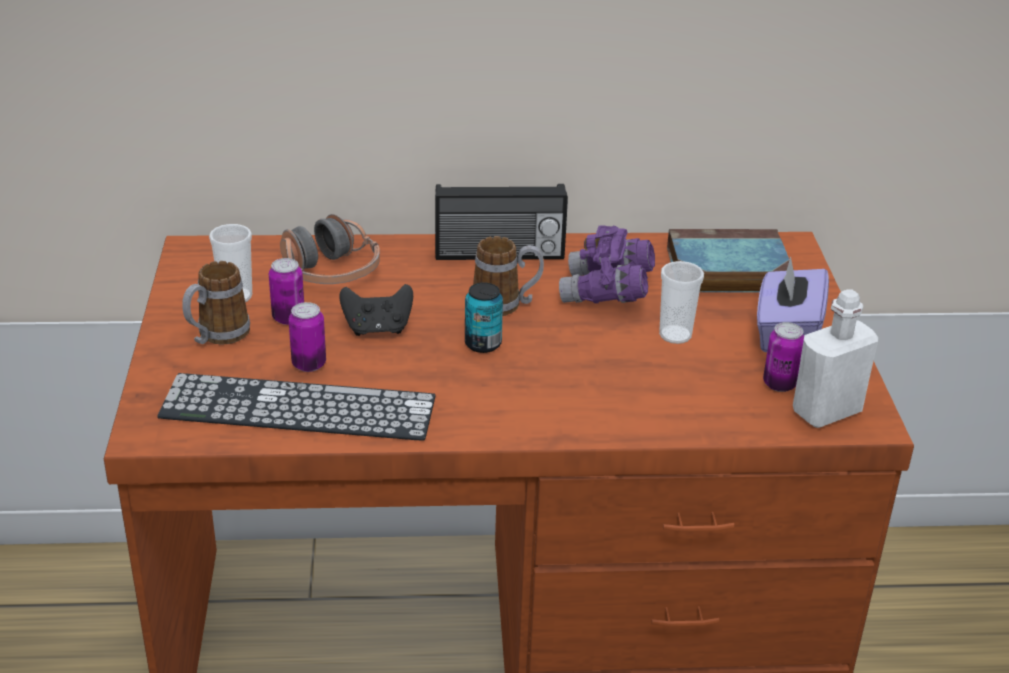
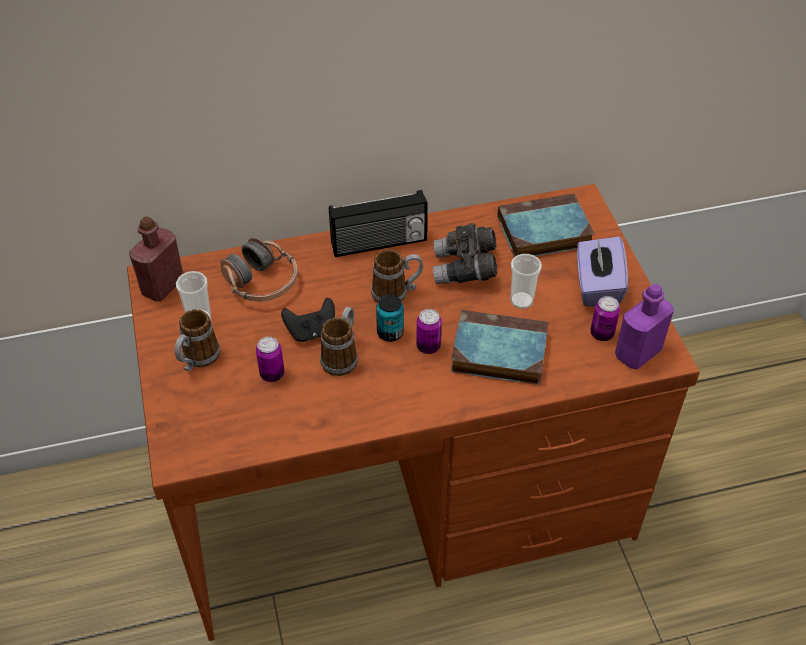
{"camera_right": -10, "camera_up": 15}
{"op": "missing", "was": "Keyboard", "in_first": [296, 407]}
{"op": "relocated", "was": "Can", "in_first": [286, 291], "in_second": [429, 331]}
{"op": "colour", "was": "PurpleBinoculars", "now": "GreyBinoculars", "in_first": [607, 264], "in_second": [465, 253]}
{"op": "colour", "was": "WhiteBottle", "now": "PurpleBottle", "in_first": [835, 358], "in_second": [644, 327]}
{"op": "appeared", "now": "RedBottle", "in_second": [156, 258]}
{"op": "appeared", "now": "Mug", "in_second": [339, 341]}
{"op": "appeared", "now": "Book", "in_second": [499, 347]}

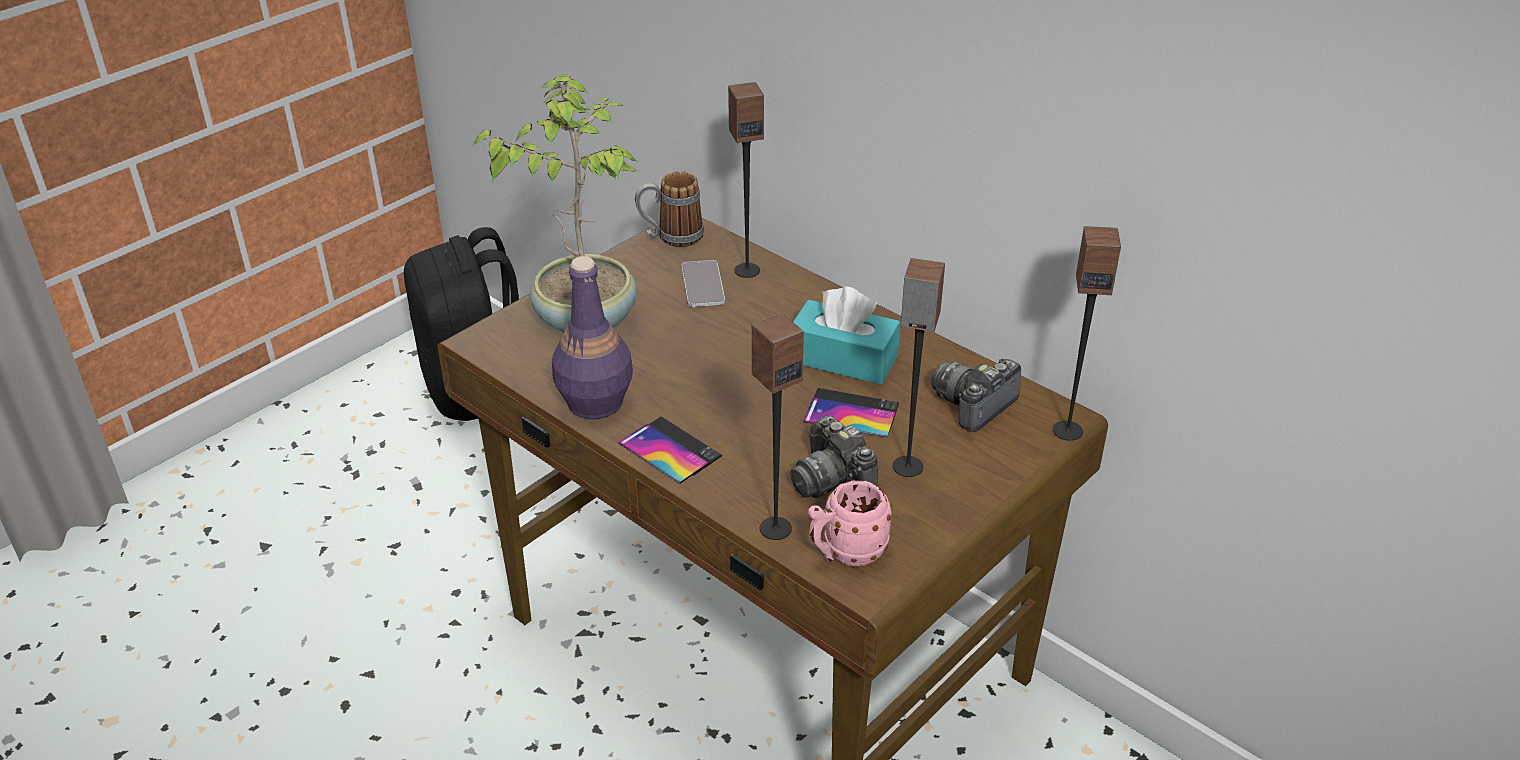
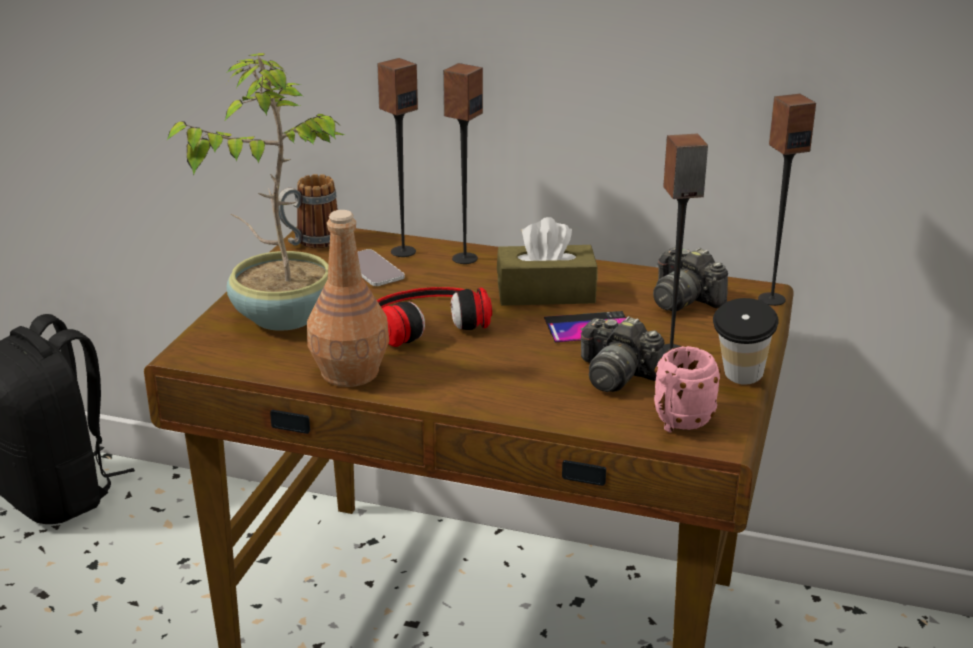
{"camera_right": -25, "camera_up": -10}
{"op": "colour", "was": "PurpleBottle", "now": "BrownBottle", "in_first": [592, 337], "in_second": [348, 298]}
{"op": "missing", "was": "Phone", "in_first": [670, 450]}
{"op": "relocated", "was": "Speaker", "in_first": [777, 426], "in_second": [463, 163]}
{"op": "colour", "was": "TurquoiseTissueBox", "now": "BrownTissueBox", "in_first": [846, 335], "in_second": [547, 261]}
{"op": "spun", "was": "PhotoCamera", "in_first": [976, 395], "in_second": [690, 279], "clockwise": -60}
{"op": "appeared", "now": "Headphones", "in_second": [434, 317]}
{"op": "appeared", "now": "Cup", "in_second": [746, 341]}

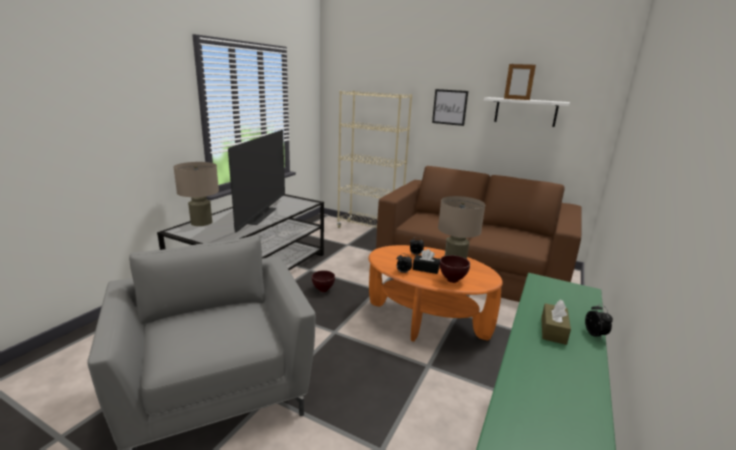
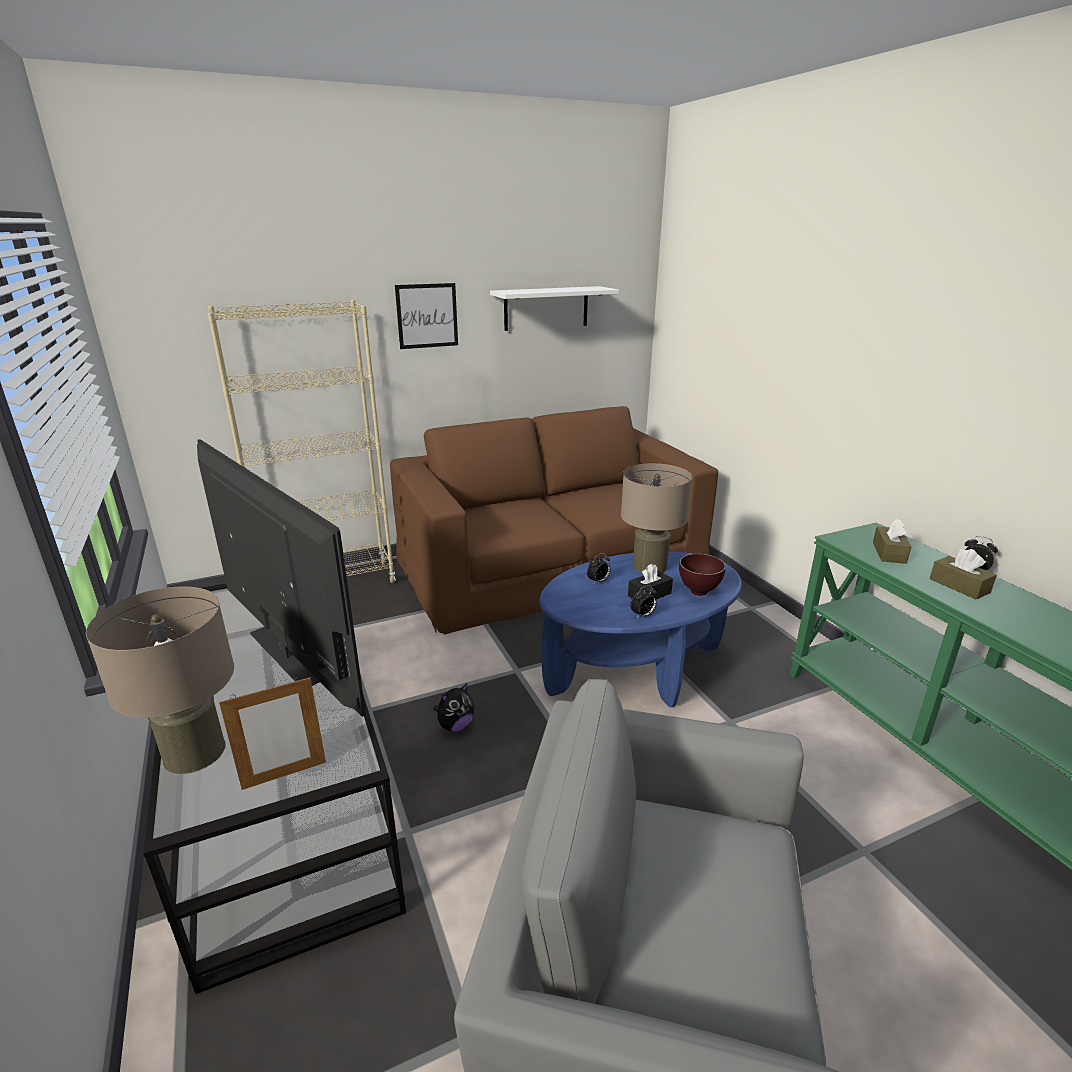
{"camera_right": -50, "camera_up": 5}
{"op": "exchanged", "was": "BrownBowl", "now": "PlushToy", "in_first": [323, 281], "in_second": [454, 707]}
{"op": "colour", "was": "OrangeCoffeeTable", "now": "BlueCoffeeTable", "in_first": [435, 293], "in_second": [640, 629]}
{"op": "relocated", "was": "PictureFrame", "in_first": [520, 81], "in_second": [272, 733]}
{"op": "appeared", "now": "BrownTissueBox", "in_second": [892, 541]}

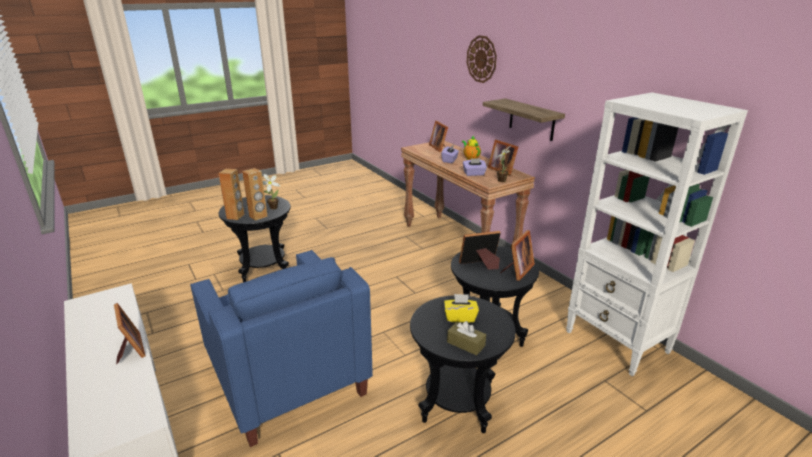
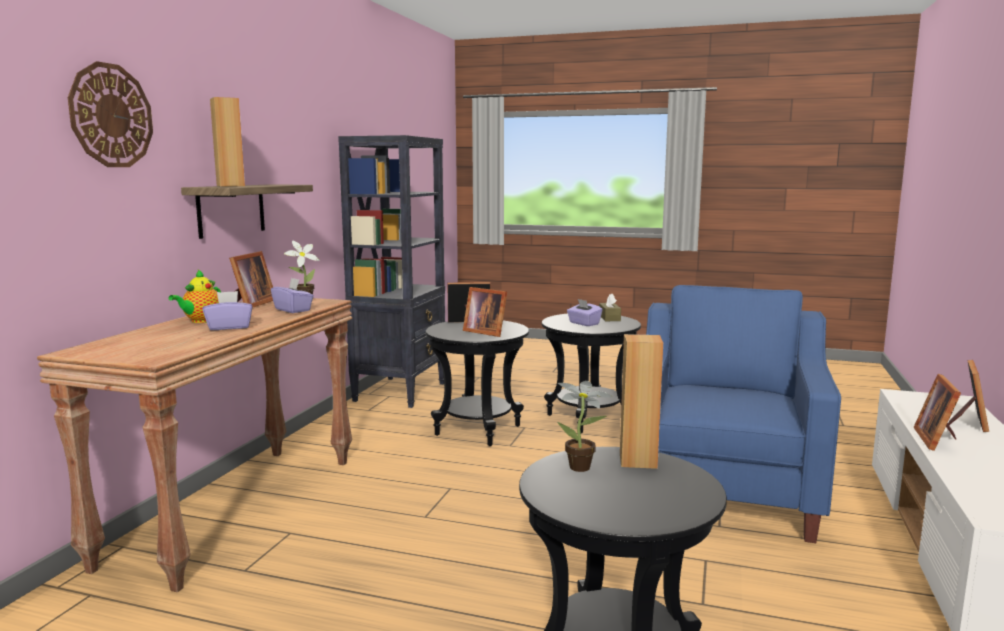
{"camera_right": -130, "camera_up": -15}
{"op": "relocated", "was": "BrownSpeaker", "in_first": [231, 194], "in_second": [227, 142]}
{"op": "relocated", "was": "PictureFrame", "in_first": [438, 136], "in_second": [968, 396]}
{"op": "colour", "was": "YellowTissueBox", "now": "PurpleTissueBox", "in_first": [461, 308], "in_second": [584, 312]}
{"op": "colour", "was": "WhiteBookcase", "now": "BlackBookcase", "in_first": [657, 234], "in_second": [392, 271]}

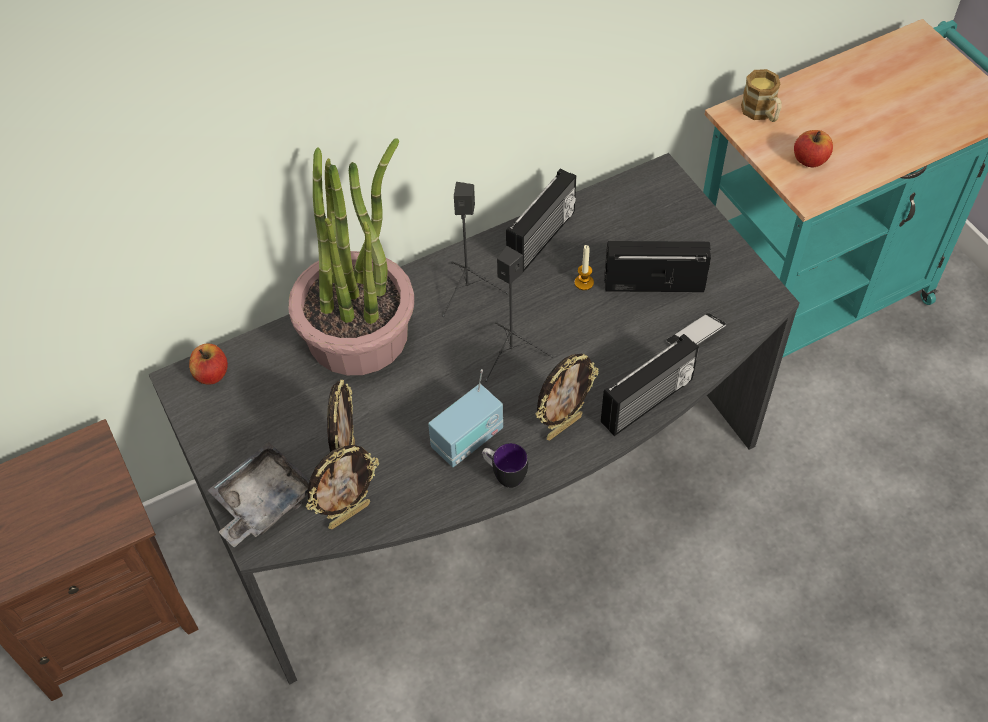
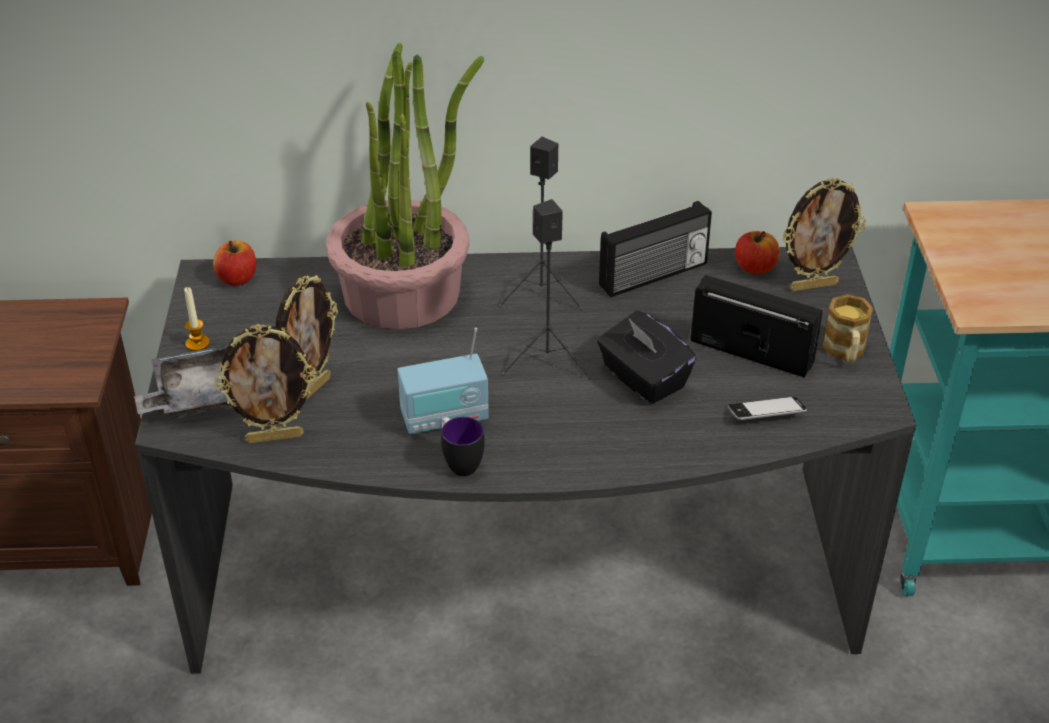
{"camera_right": 25, "camera_up": -15}
{"op": "relocated", "was": "PictureFrame", "in_first": [566, 397], "in_second": [824, 234]}
{"op": "relocated", "was": "Candle", "in_first": [584, 267], "in_second": [197, 319]}
{"op": "missing", "was": "Radio", "in_first": [650, 385]}
{"op": "relocated", "was": "Mug", "in_first": [761, 95], "in_second": [848, 328]}
{"op": "relocated", "was": "Apple", "in_first": [813, 148], "in_second": [757, 252]}
{"op": "appeared", "now": "BlackTissueBox", "in_second": [646, 357]}

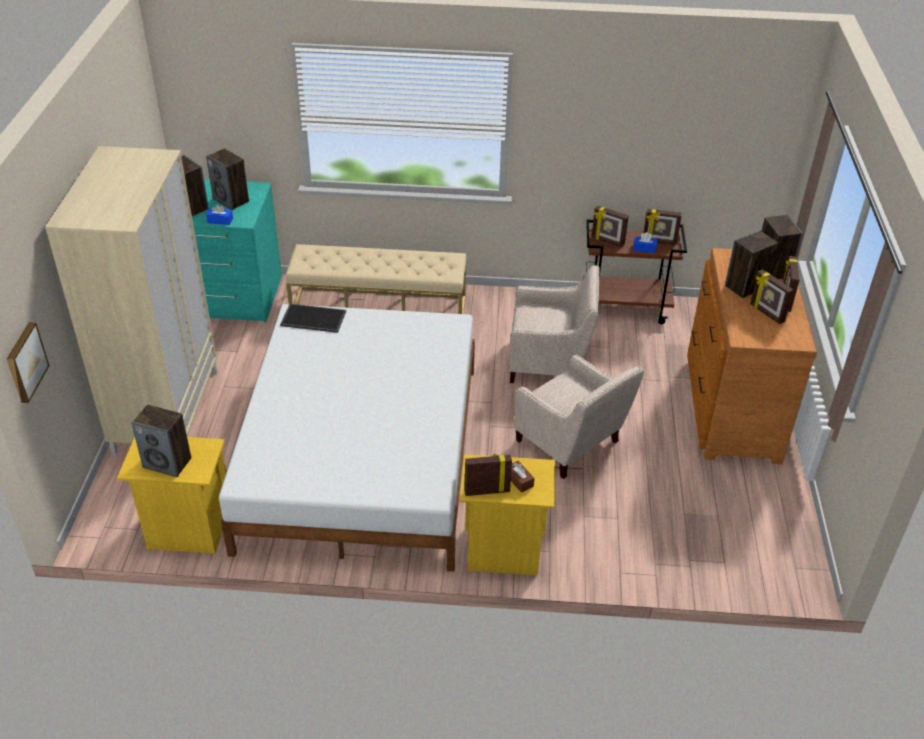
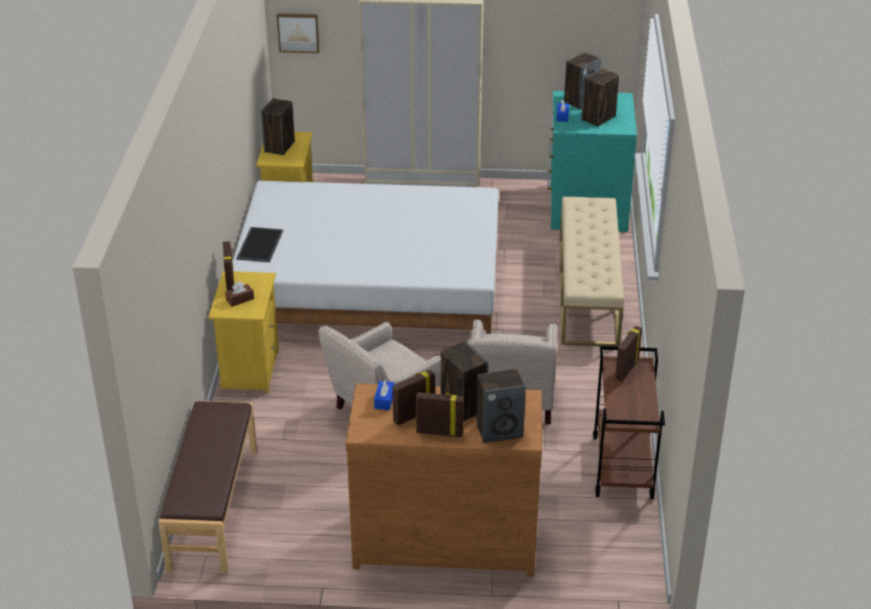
{"camera_right": 90, "camera_up": -5}
{"op": "relocated", "was": "Tray", "in_first": [313, 318], "in_second": [260, 244]}
{"op": "relocated", "was": "BlueTissueBox", "in_first": [645, 242], "in_second": [384, 394]}
{"op": "missing", "was": "PictureFrame", "in_first": [662, 227]}
{"op": "appeared", "now": "BrownBench", "in_second": [208, 487]}

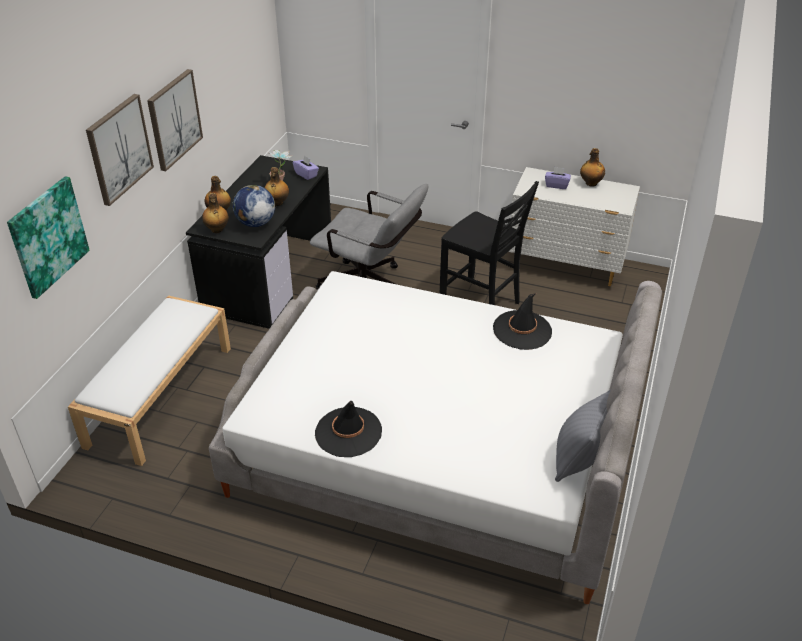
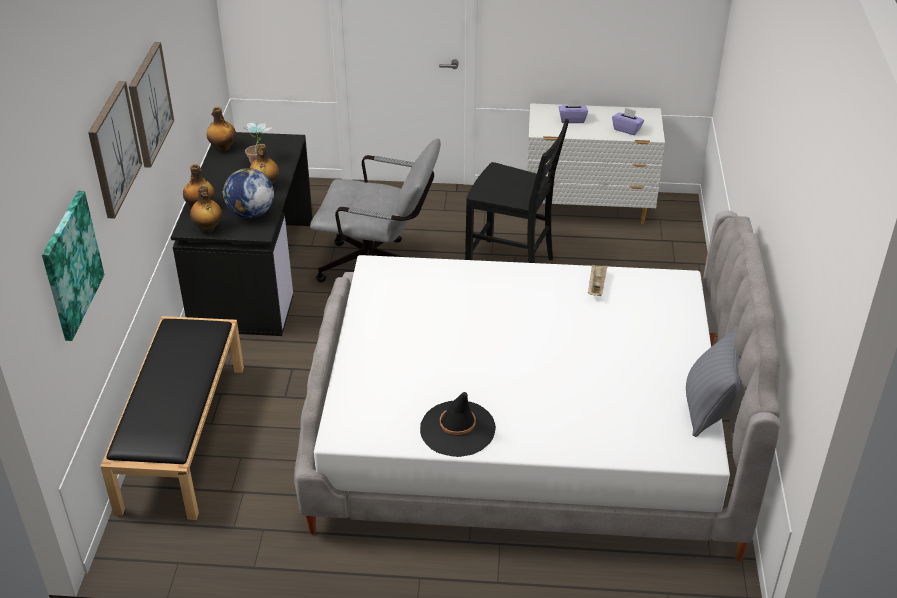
{"camera_right": -15, "camera_up": 0}
{"op": "colour", "was": "WhiteBench", "now": "BlackBench", "in_first": [149, 381], "in_second": [172, 418]}
{"op": "relocated", "was": "PurpleTissueBox", "in_first": [306, 167], "in_second": [628, 121]}
{"op": "exchanged", "was": "BlackHat", "now": "BeigeTray", "in_first": [522, 321], "in_second": [598, 280]}
{"op": "relocated", "was": "Bottle", "in_first": [592, 167], "in_second": [221, 129]}

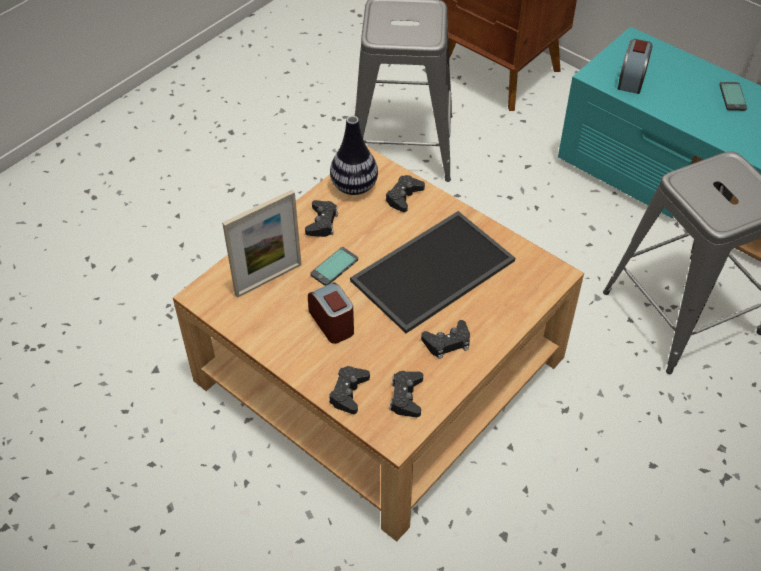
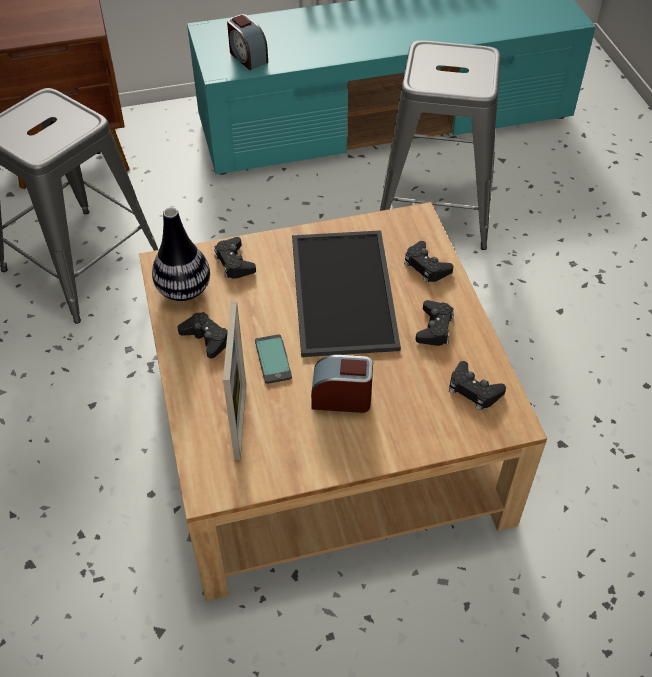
{"camera_right": -55, "camera_up": 0}
{"op": "relocated", "was": "BlackGameController", "in_first": [349, 390], "in_second": [428, 262]}
{"op": "missing", "was": "Phone", "in_first": [733, 96]}

